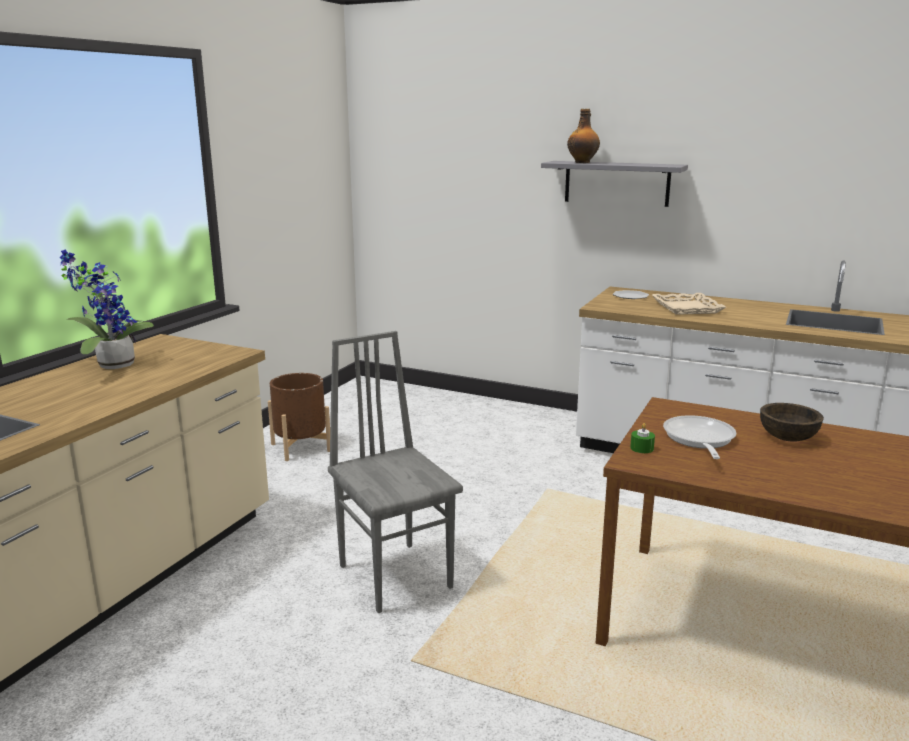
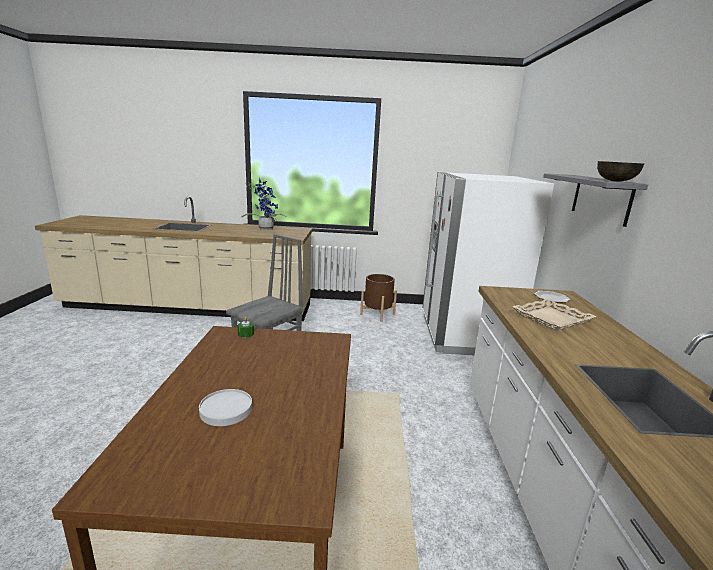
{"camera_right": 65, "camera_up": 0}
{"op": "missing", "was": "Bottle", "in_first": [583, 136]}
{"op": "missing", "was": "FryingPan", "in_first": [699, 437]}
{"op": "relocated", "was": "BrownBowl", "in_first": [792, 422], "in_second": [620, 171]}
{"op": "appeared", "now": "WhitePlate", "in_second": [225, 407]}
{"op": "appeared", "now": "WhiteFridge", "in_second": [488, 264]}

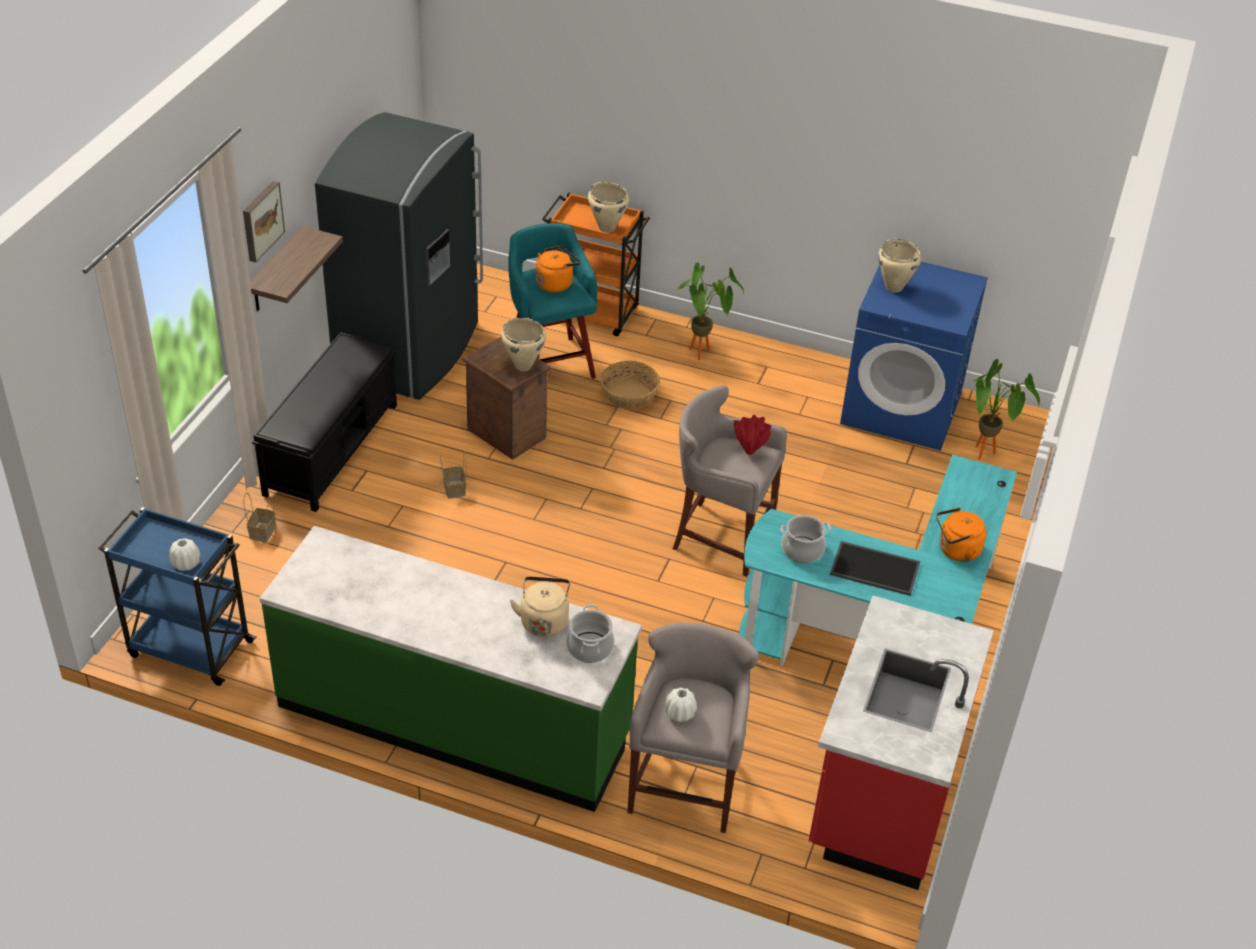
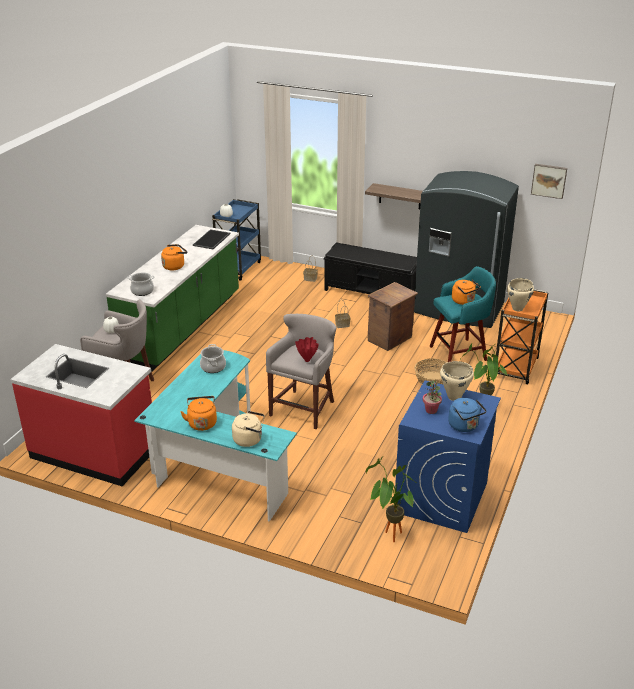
{"camera_right": 95, "camera_up": -10}
{"op": "relocated", "was": "Picture", "in_first": [264, 222], "in_second": [549, 181]}
{"op": "missing", "was": "BeigeCookingPot", "in_first": [523, 344]}
{"op": "relocated", "was": "BeigeKettle", "in_first": [540, 606], "in_second": [248, 429]}
{"op": "relocated", "was": "Tray", "in_first": [875, 568], "in_second": [211, 239]}
{"op": "appeared", "now": "OrangeKettle", "in_second": [174, 257]}
{"op": "appeared", "now": "PottedPlant", "in_second": [432, 397]}
{"op": "appeared", "now": "BlueKettle", "in_second": [467, 415]}

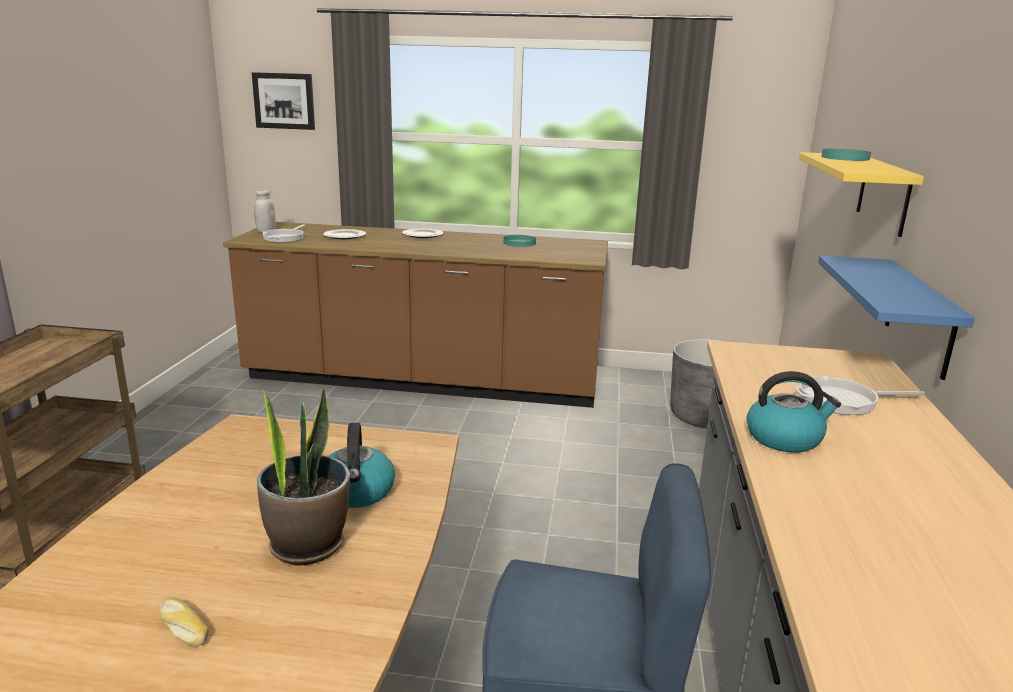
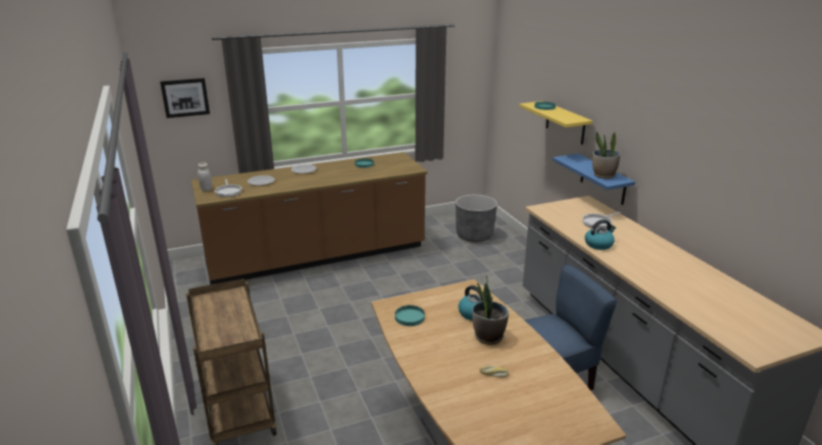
{"camera_right": -30, "camera_up": 5}
{"op": "appeared", "now": "TurquoisePlate", "in_second": [410, 315]}
{"op": "appeared", "now": "PottedPlant", "in_second": [606, 155]}

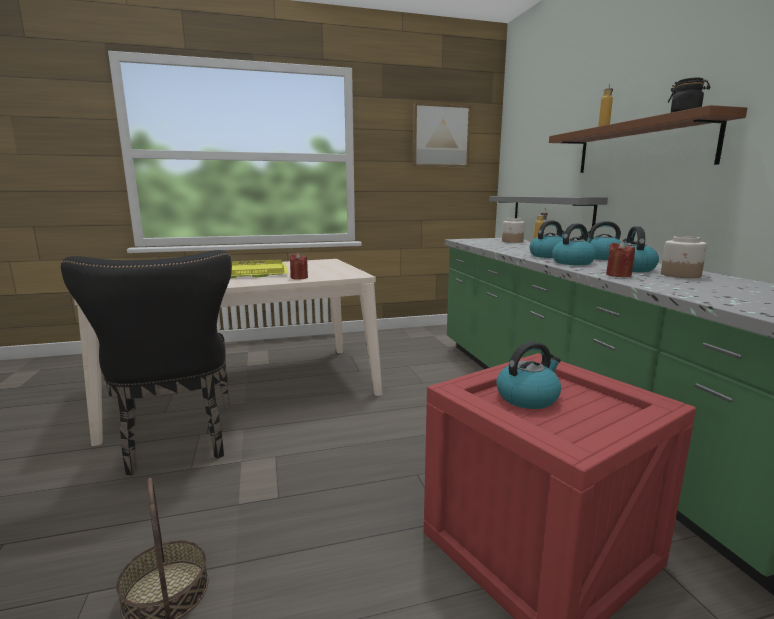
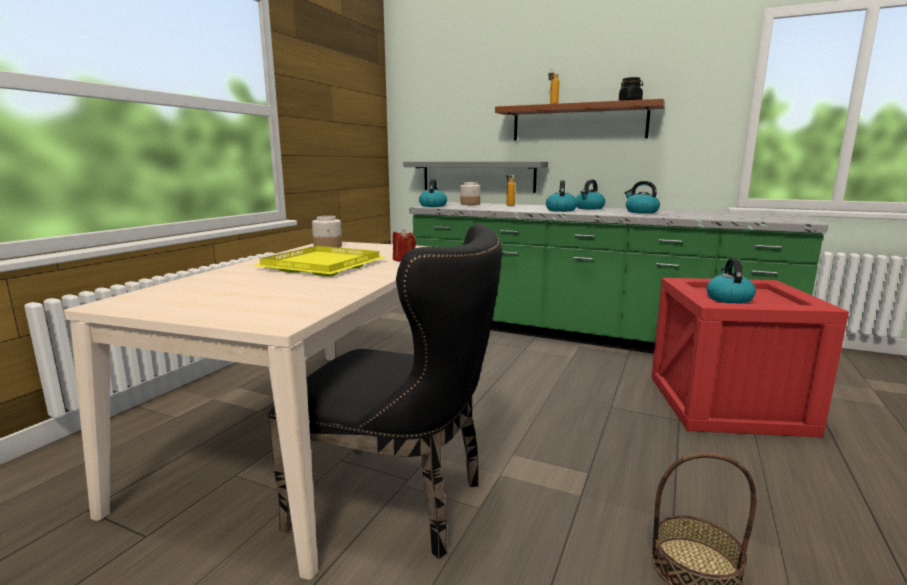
{"camera_right": -50, "camera_up": 0}
{"op": "missing", "was": "Picture", "in_first": [442, 135]}
{"op": "relocated", "was": "Kettle", "in_first": [574, 244], "in_second": [433, 193]}
{"op": "missing", "was": "RedCandle", "in_first": [620, 259]}
{"op": "relocated", "was": "Jar", "in_first": [684, 257], "in_second": [327, 232]}

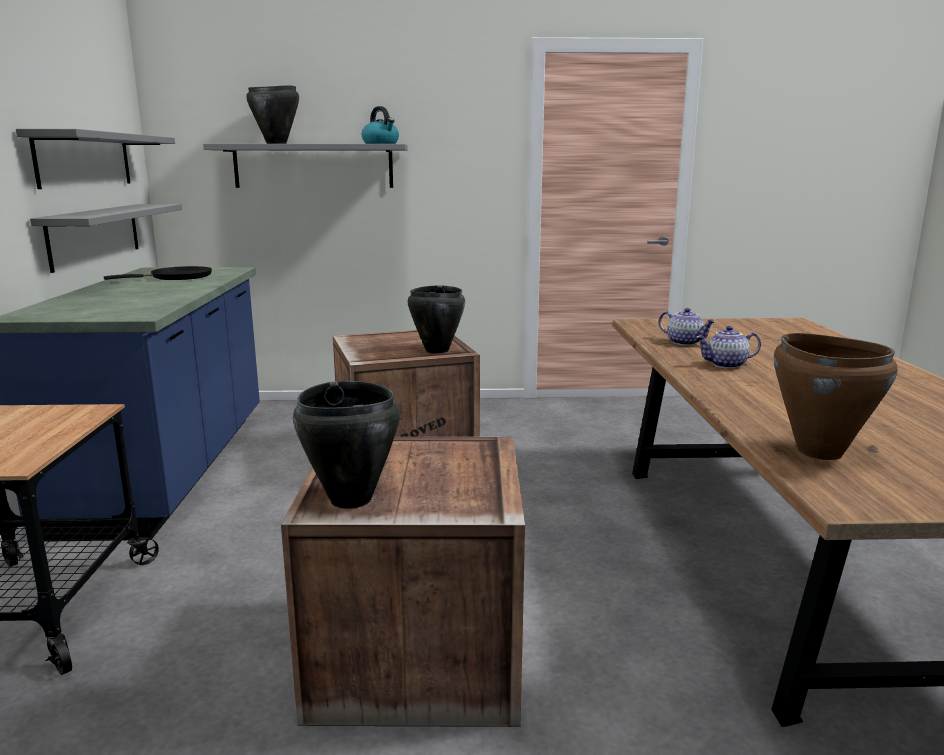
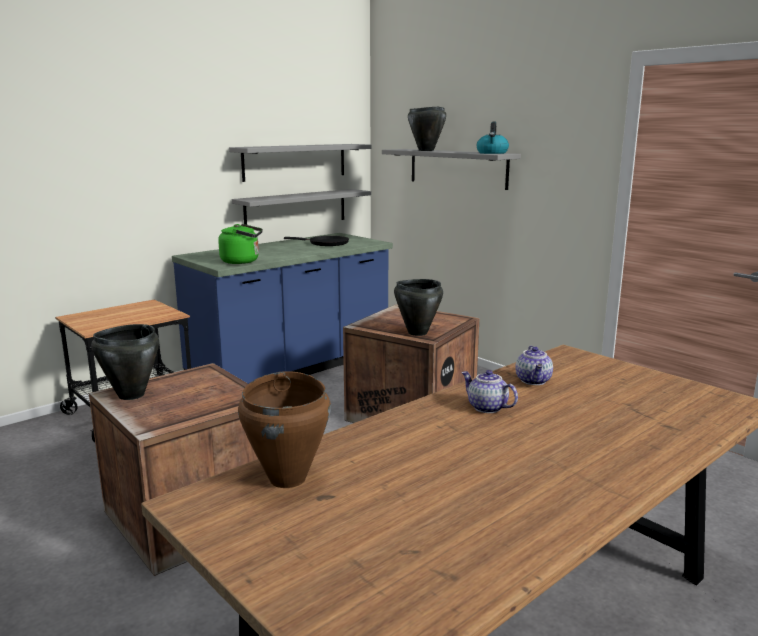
{"camera_right": 50, "camera_up": 0}
{"op": "appeared", "now": "GreenKettle", "in_second": [240, 244]}

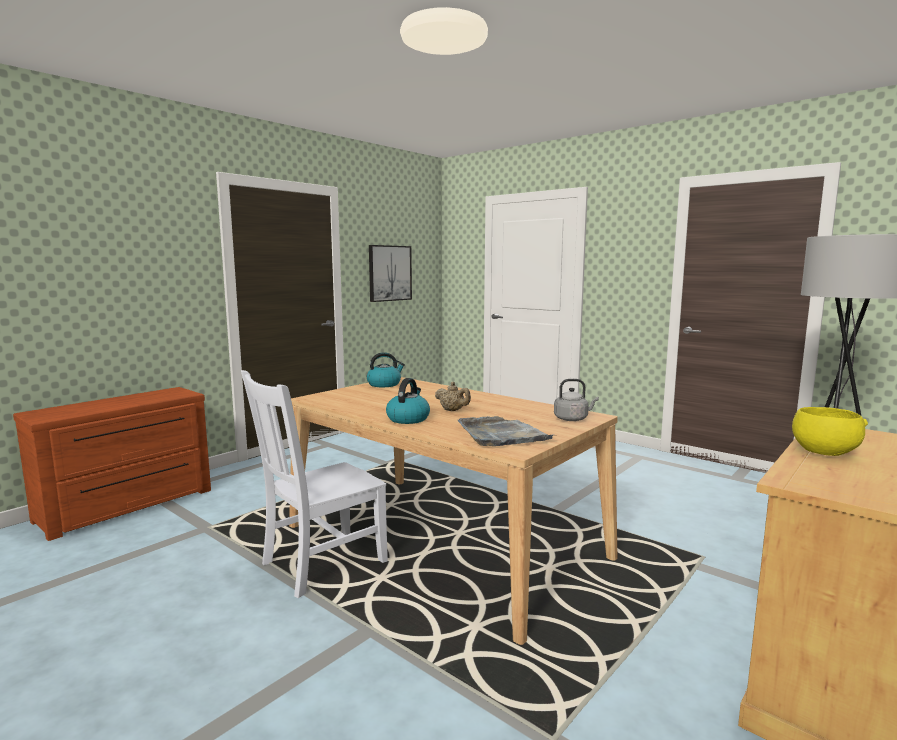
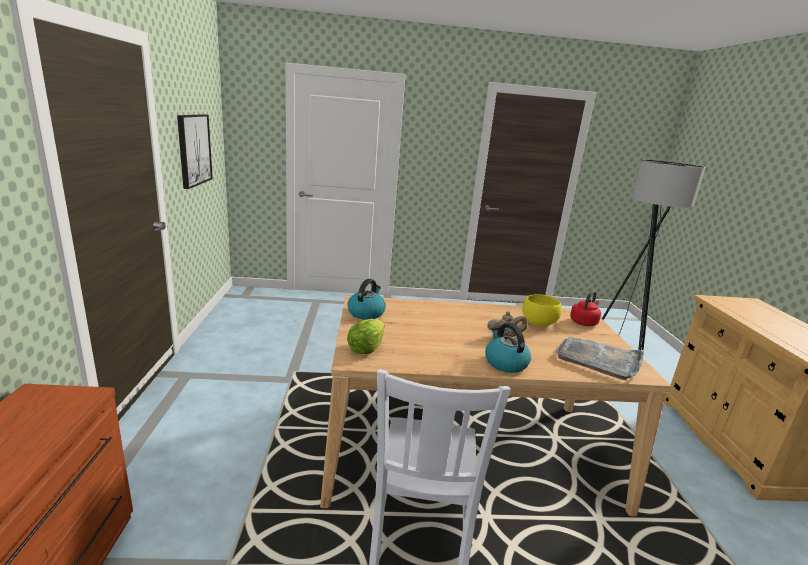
{"camera_right": -45, "camera_up": 10}
{"op": "colour", "was": "GreyKettle", "now": "RedKettle", "in_first": [576, 400], "in_second": [585, 308]}
{"op": "relocated", "was": "YellowBowl", "in_first": [830, 431], "in_second": [542, 310]}
{"op": "appeared", "now": "Lettuce", "in_second": [366, 336]}

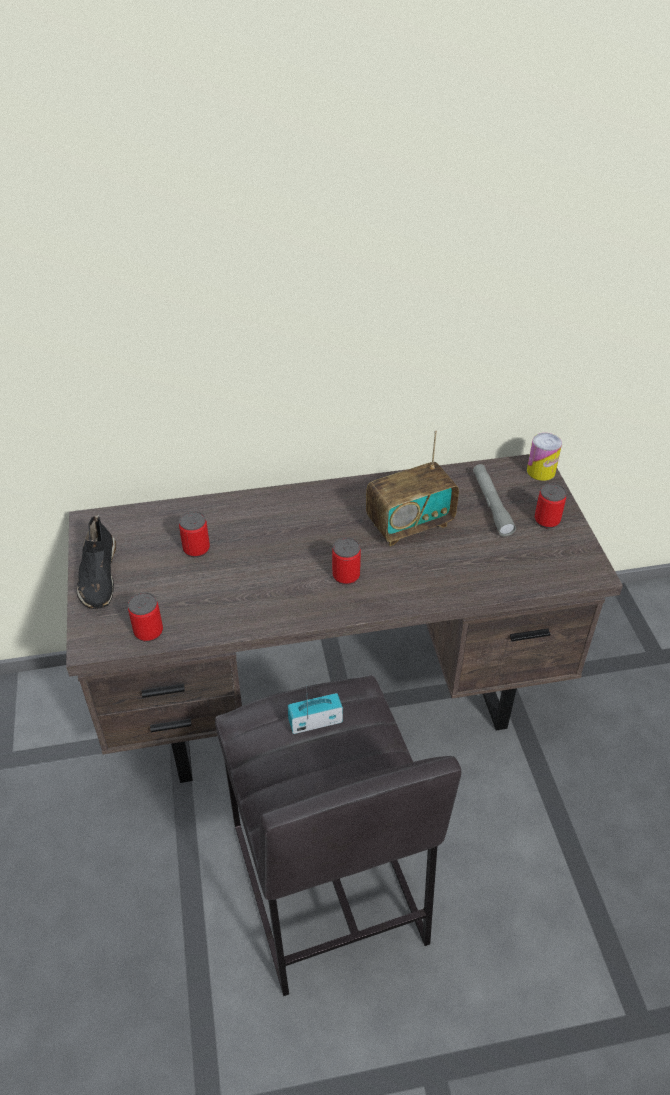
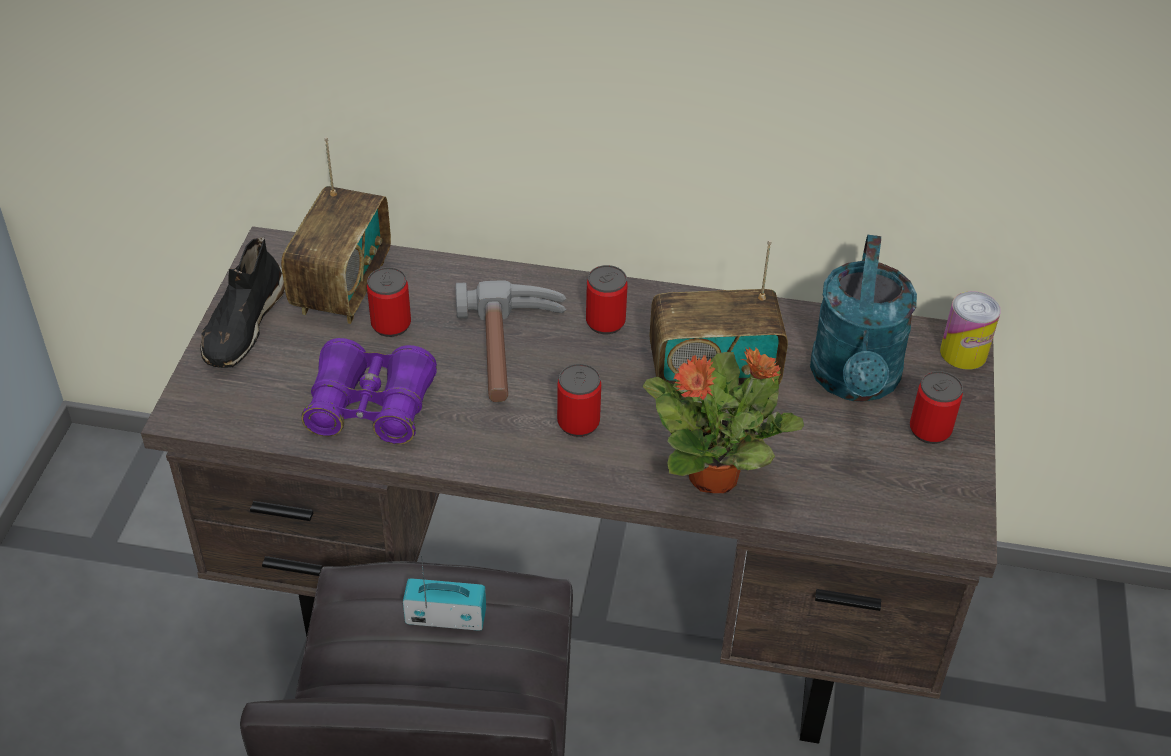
{"camera_right": 20, "camera_up": 0}
{"op": "relocated", "was": "Can", "in_first": [145, 617], "in_second": [607, 299]}
{"op": "exchanged", "was": "GreyFlashlight", "now": "TurquoiseWateringCan", "in_first": [494, 500], "in_second": [863, 318]}
{"op": "appeared", "now": "Radio", "in_second": [336, 230]}
{"op": "appeared", "now": "PurpleBinoculars", "in_second": [369, 391]}
{"op": "appeared", "now": "Hammer", "in_second": [510, 341]}
{"op": "appeared", "now": "PottedPlant", "in_second": [723, 420]}

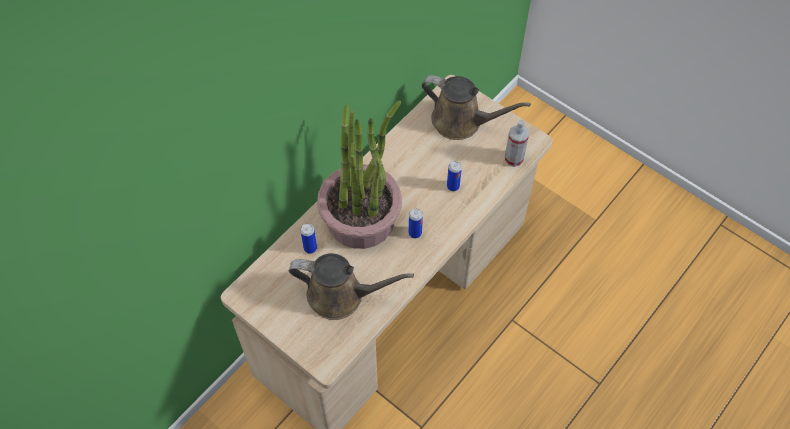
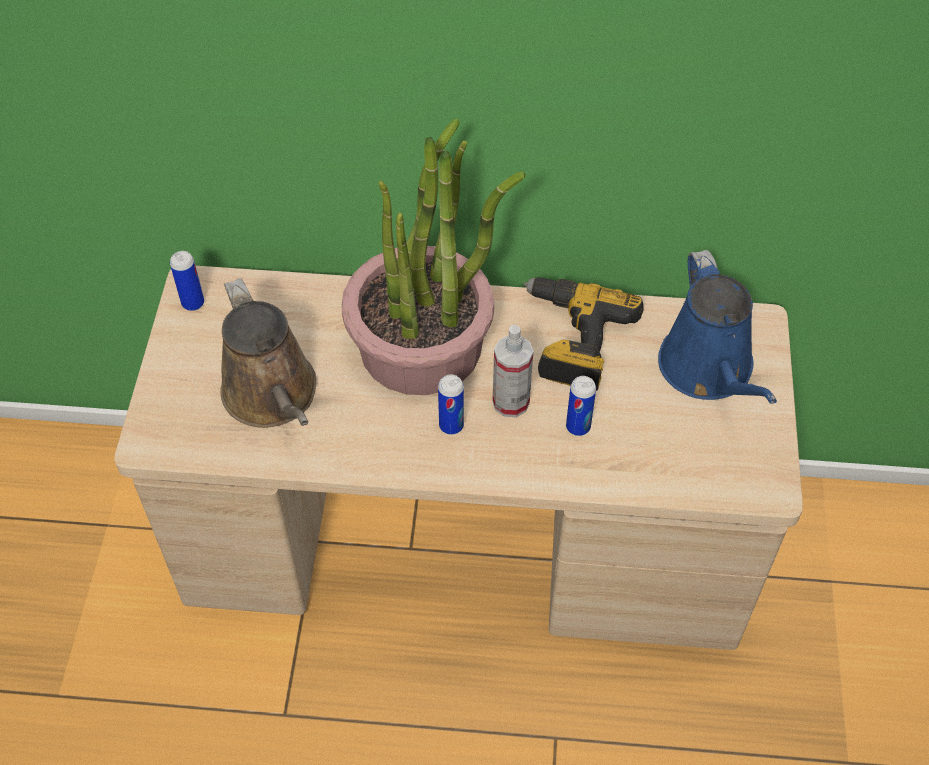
{"camera_right": 55, "camera_up": -5}
{"op": "relocated", "was": "Can", "in_first": [309, 239], "in_second": [187, 281]}
{"op": "colour", "was": "BrownWateringCan", "now": "BlueWateringCan", "in_first": [476, 107], "in_second": [717, 327]}
{"op": "relocated", "was": "SprayBottle", "in_first": [517, 143], "in_second": [513, 371]}
{"op": "appeared", "now": "PowerDrill", "in_second": [583, 334]}

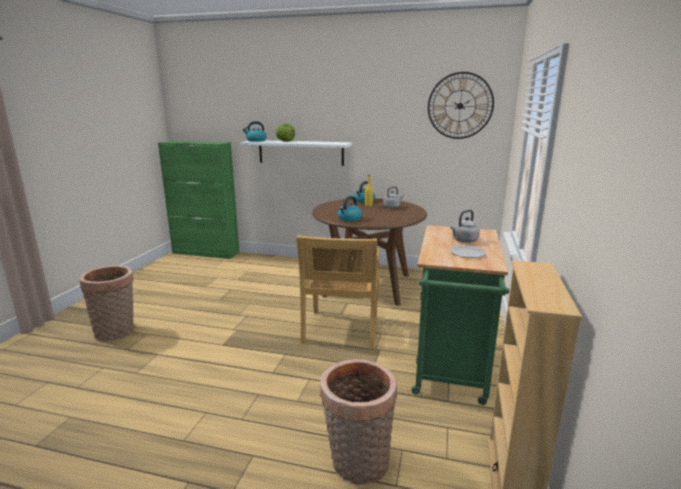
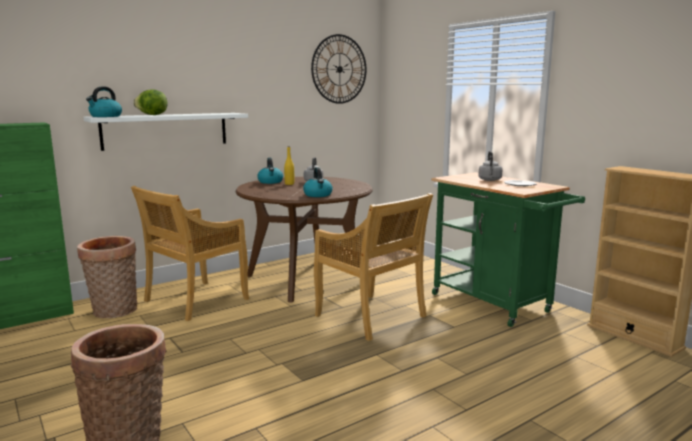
{"camera_right": -50, "camera_up": -5}
{"op": "relocated", "was": "Basket", "in_first": [358, 422], "in_second": [107, 277]}
{"op": "appeared", "now": "BeigeChair", "in_second": [190, 253]}

